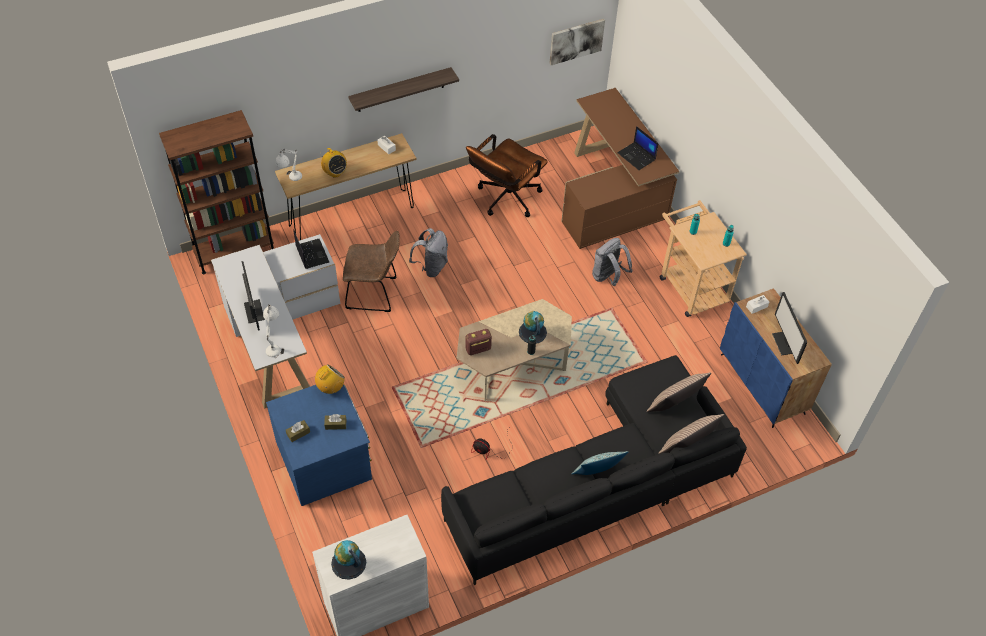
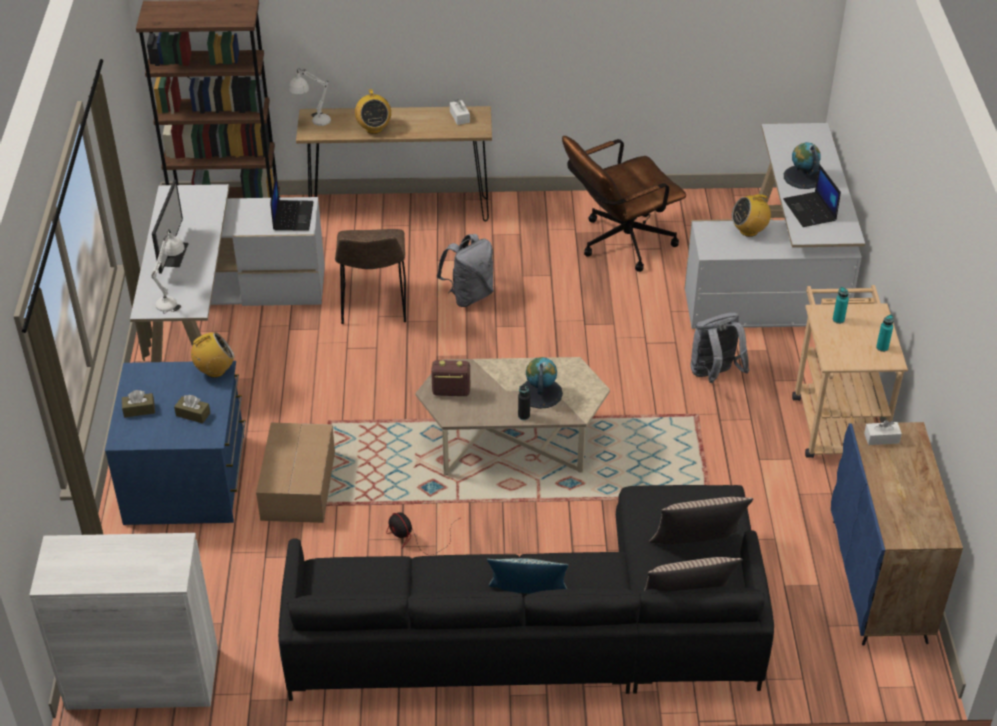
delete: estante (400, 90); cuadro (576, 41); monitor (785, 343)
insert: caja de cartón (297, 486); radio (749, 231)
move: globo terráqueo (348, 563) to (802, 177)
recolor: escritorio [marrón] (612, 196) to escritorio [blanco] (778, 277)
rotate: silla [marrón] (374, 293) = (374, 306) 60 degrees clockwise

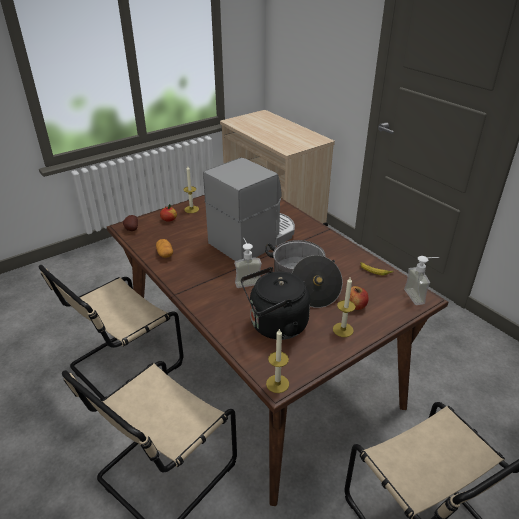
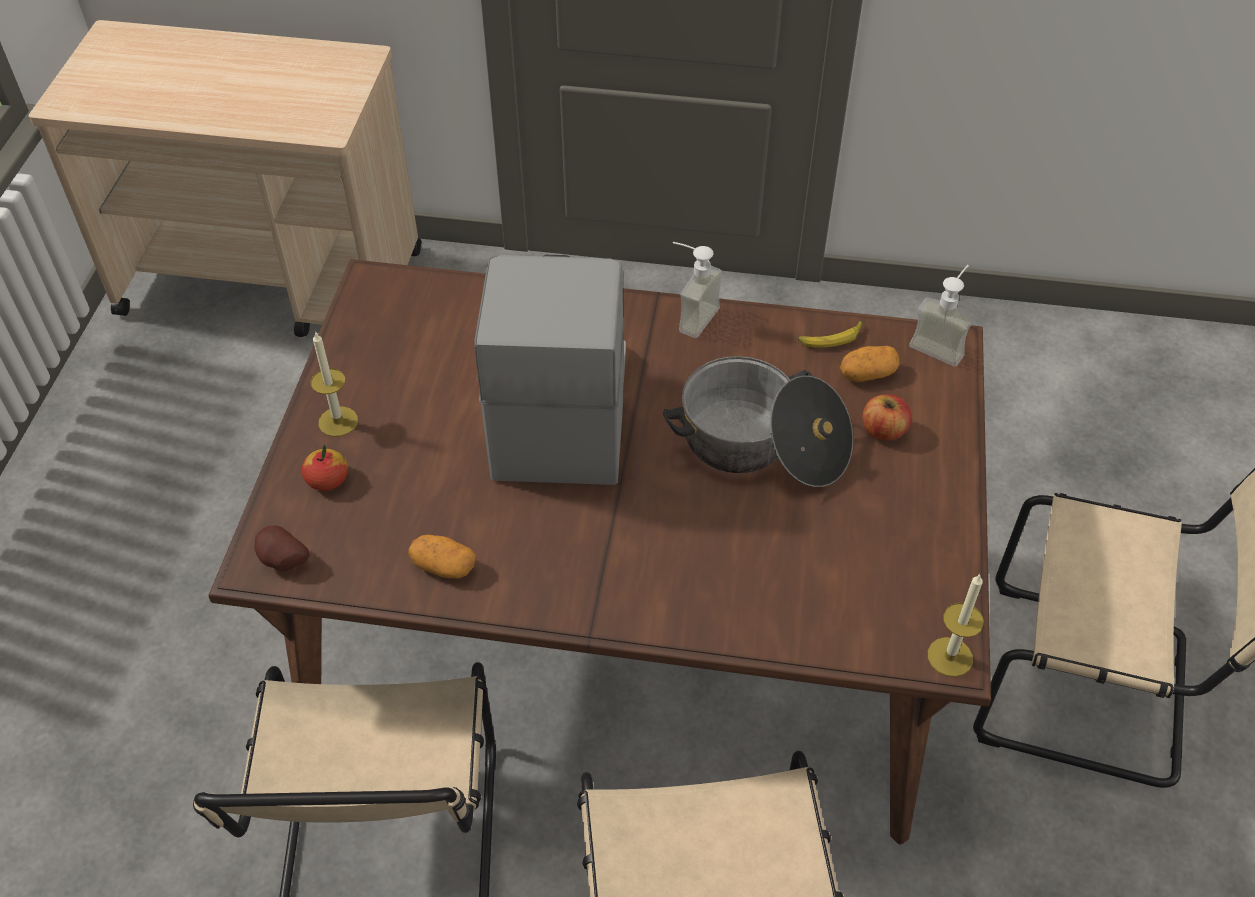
delete: hervidor [negro] (275, 326); vela (343, 330)
insert: patata (867, 374)
move: dispensador de jabón (246, 280) to (689, 316)

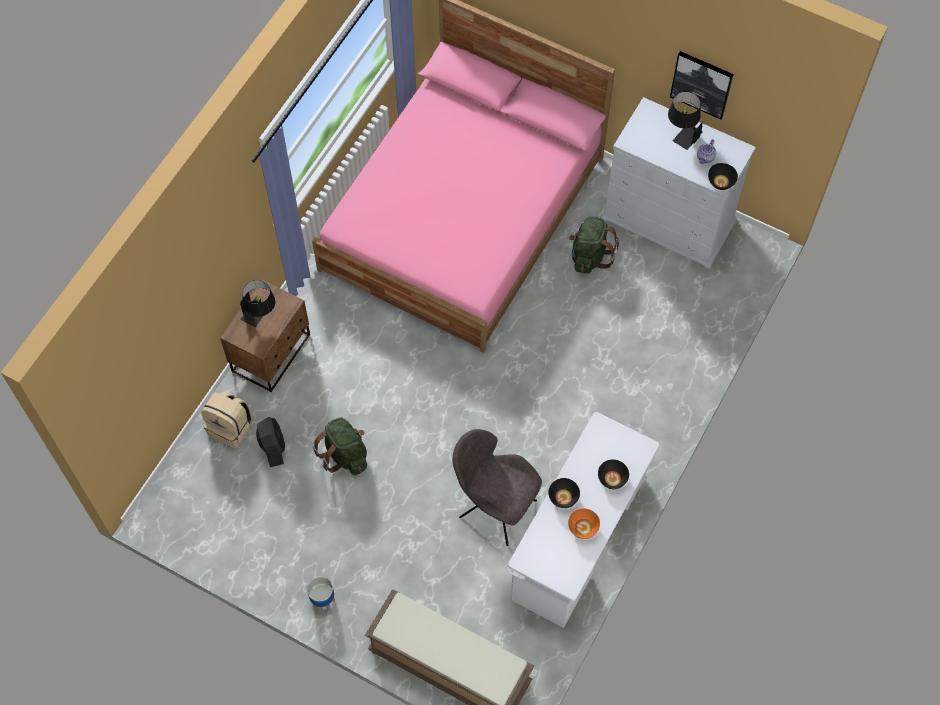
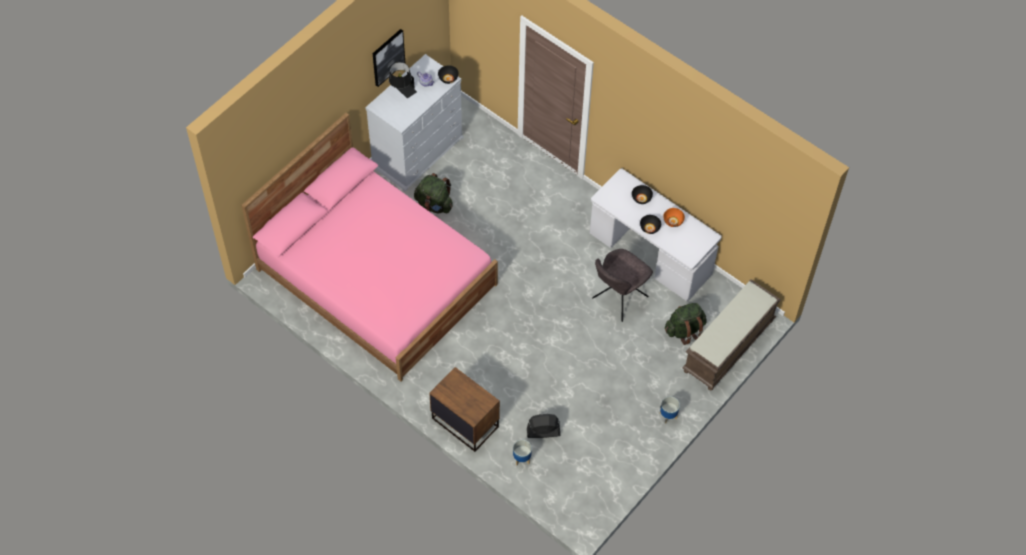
delete: lámpara de mesa [negro] (260, 315)
move: mochila [verde] (344, 454) to (684, 330)
replace: mochila [beis] (231, 427) to maceta (522, 458)

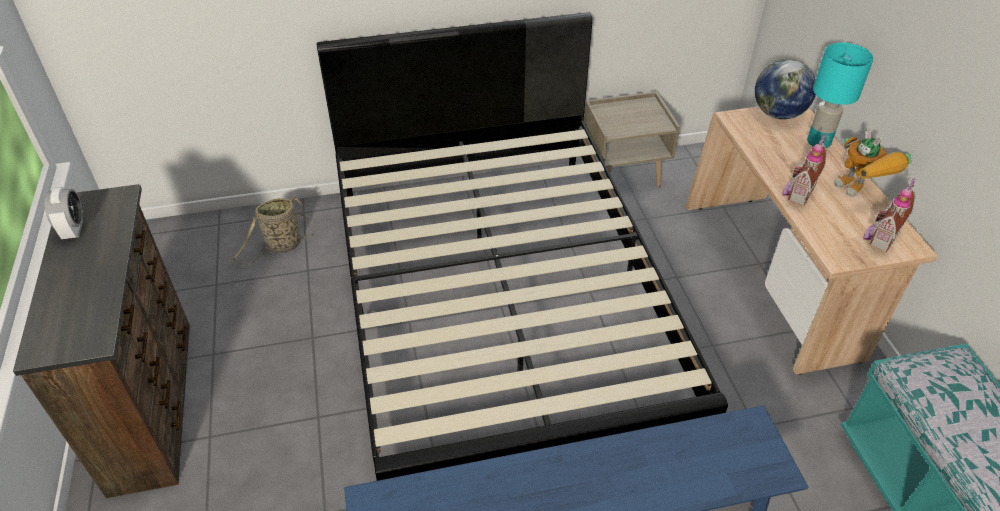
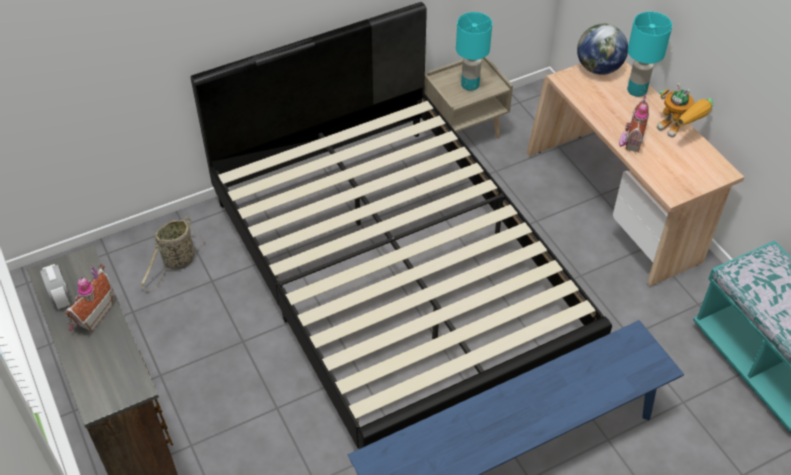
insert: lámpara de mesa [turquesa] (470, 85)
move: casita (880, 236) to (92, 315)

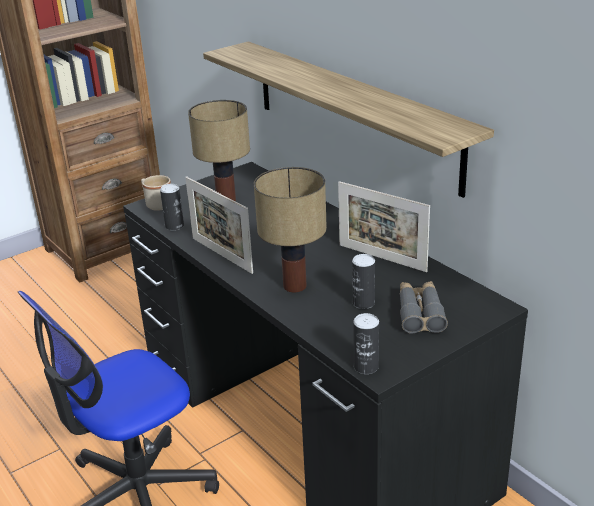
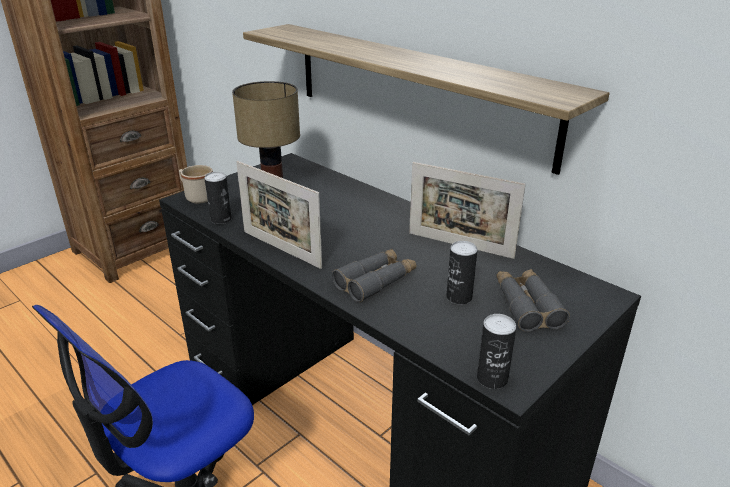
replace: lámpara de mesa (296, 286) to prismáticos [gris] (375, 281)

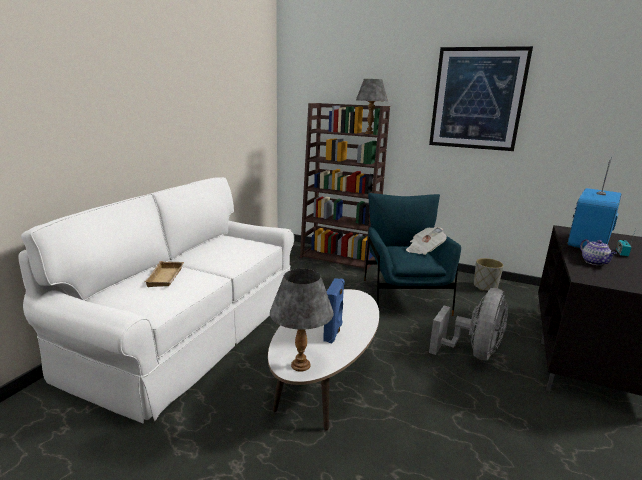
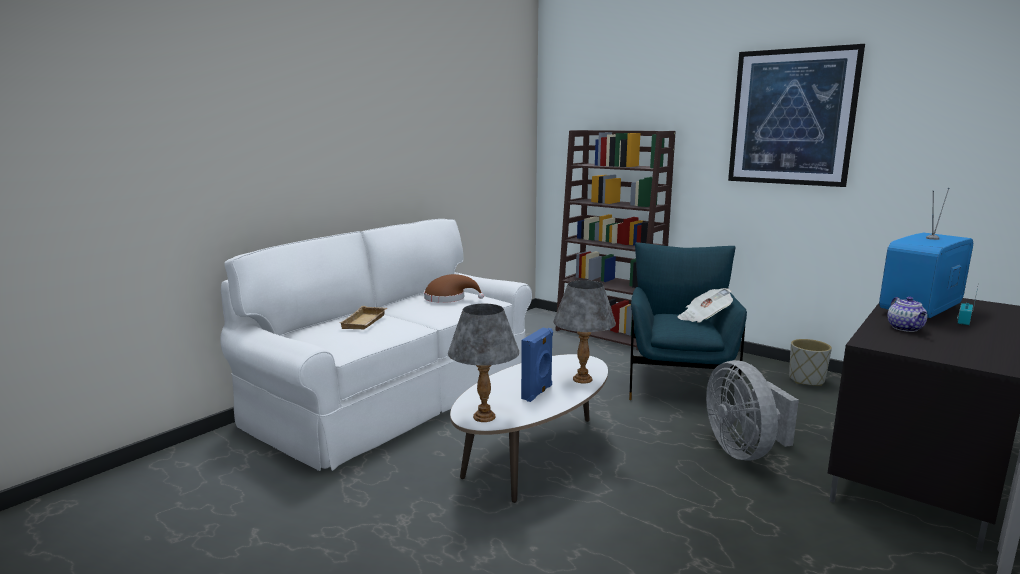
insert: sombrero [marrón] (448, 298)
move: lámpara de mesa [gris] (369, 133) to (582, 379)
rotate: ventilador [gris] (473, 352) = (744, 450) 120 degrees clockwise

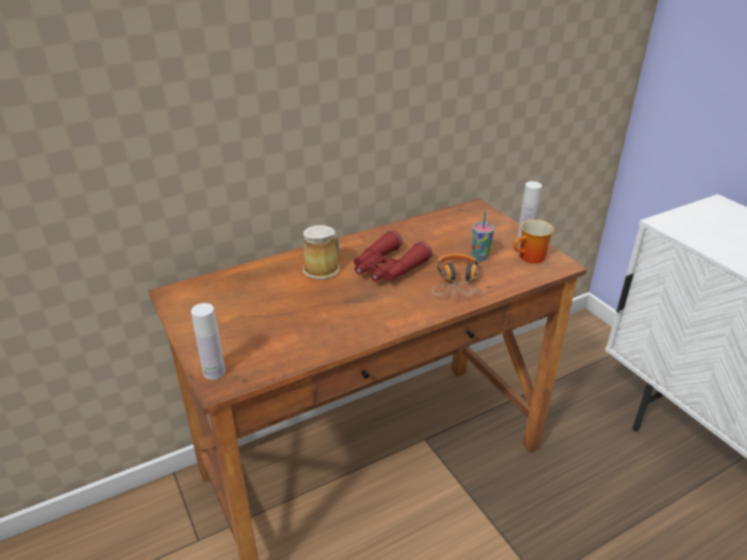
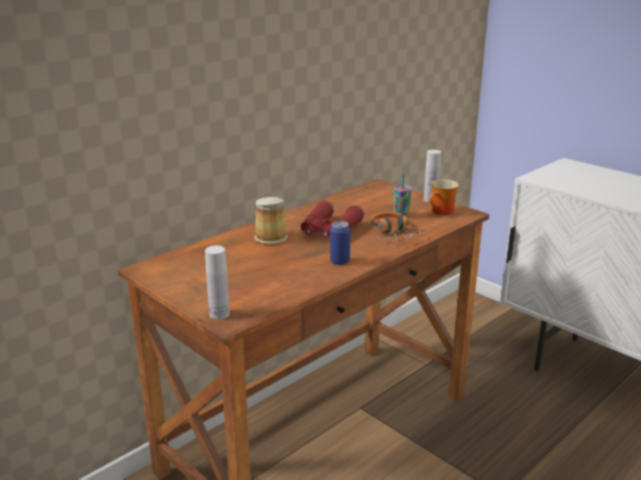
insert: lata (339, 261)

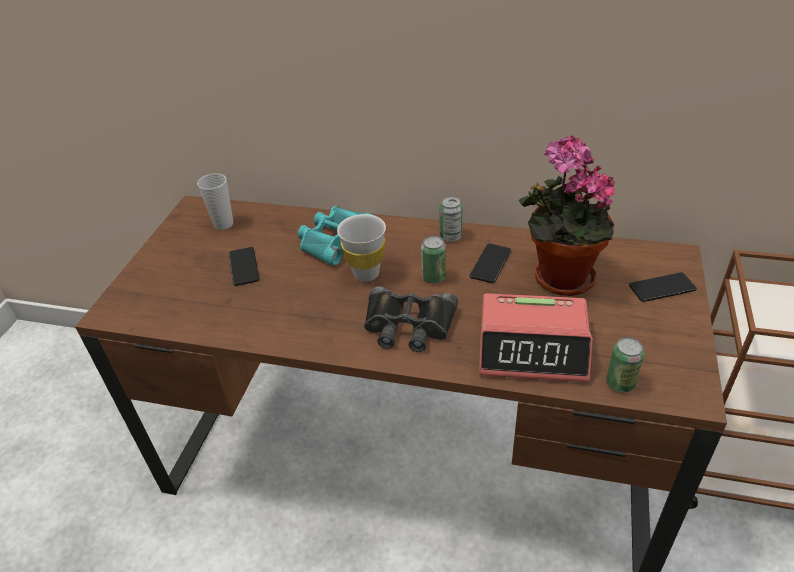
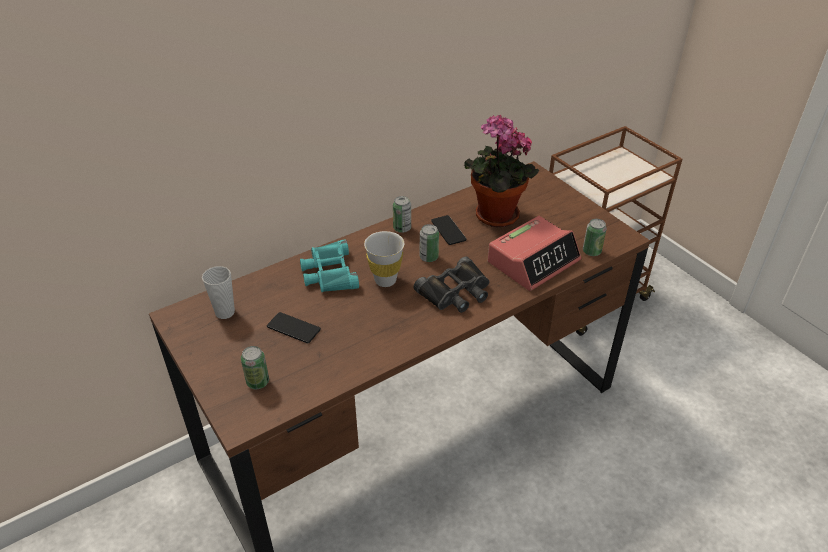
delete: móvil (662, 288)
insert: lata (258, 382)

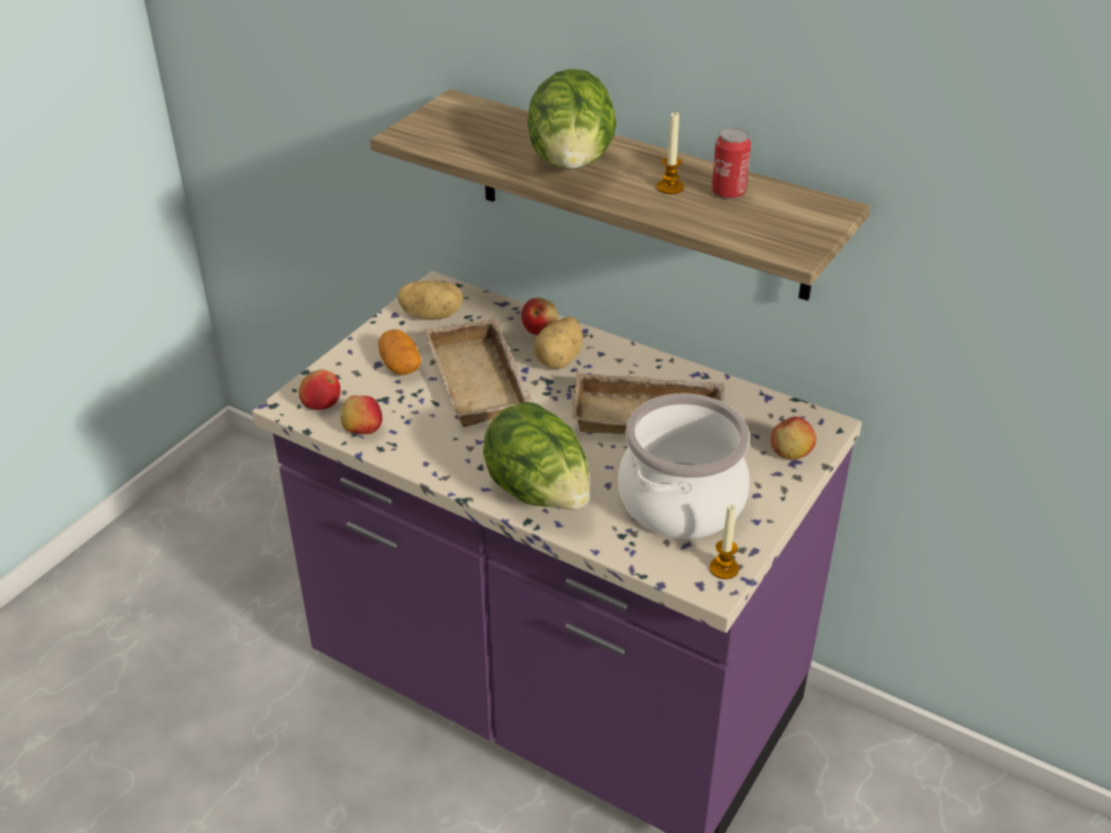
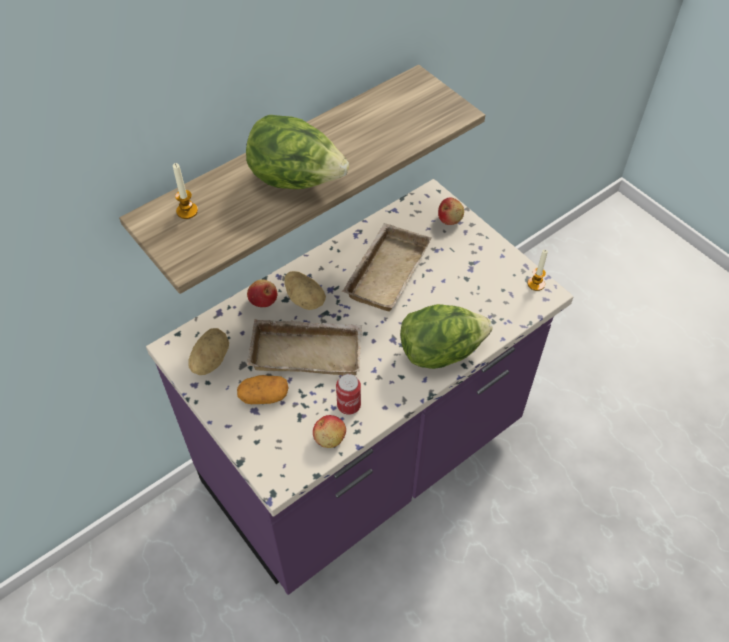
delete: manzana (321, 403); olla (682, 502)
move: vela (670, 187) to (187, 211); lata (728, 192) to (349, 405)

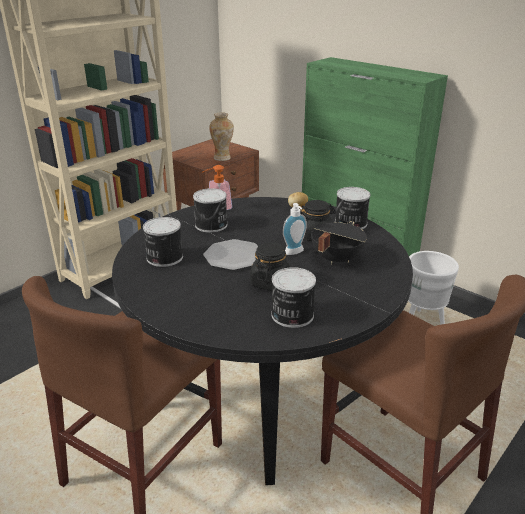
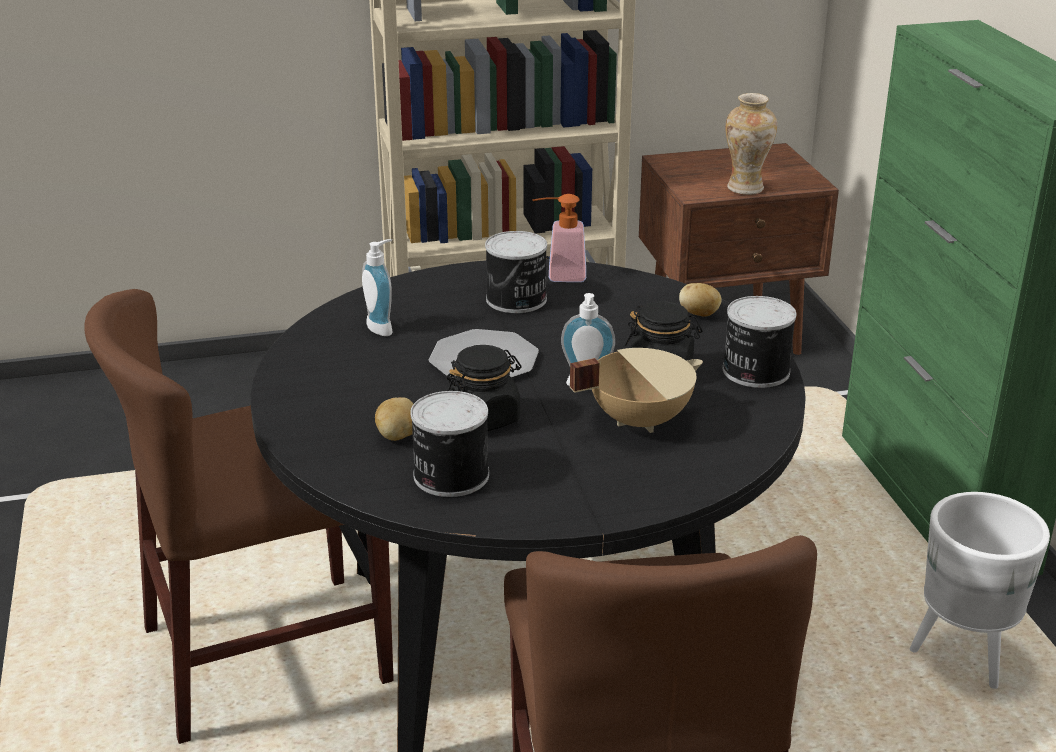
insert: patata (398, 436)
replace: lata (163, 257) to dispensador de jabón (383, 327)
recolor: olla [negro] (335, 258) to olla [beis] (638, 419)

